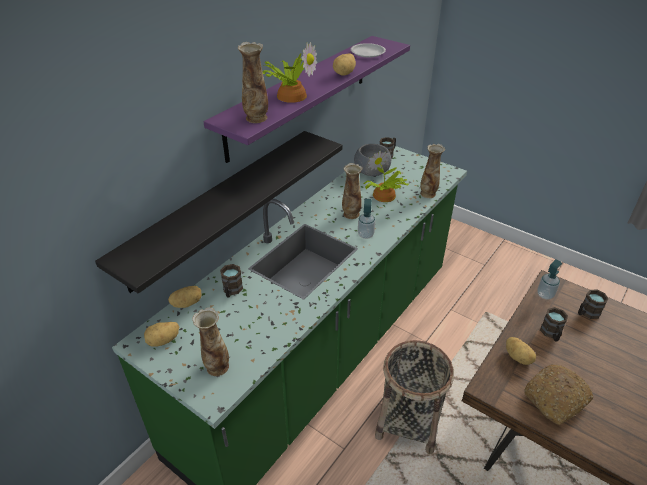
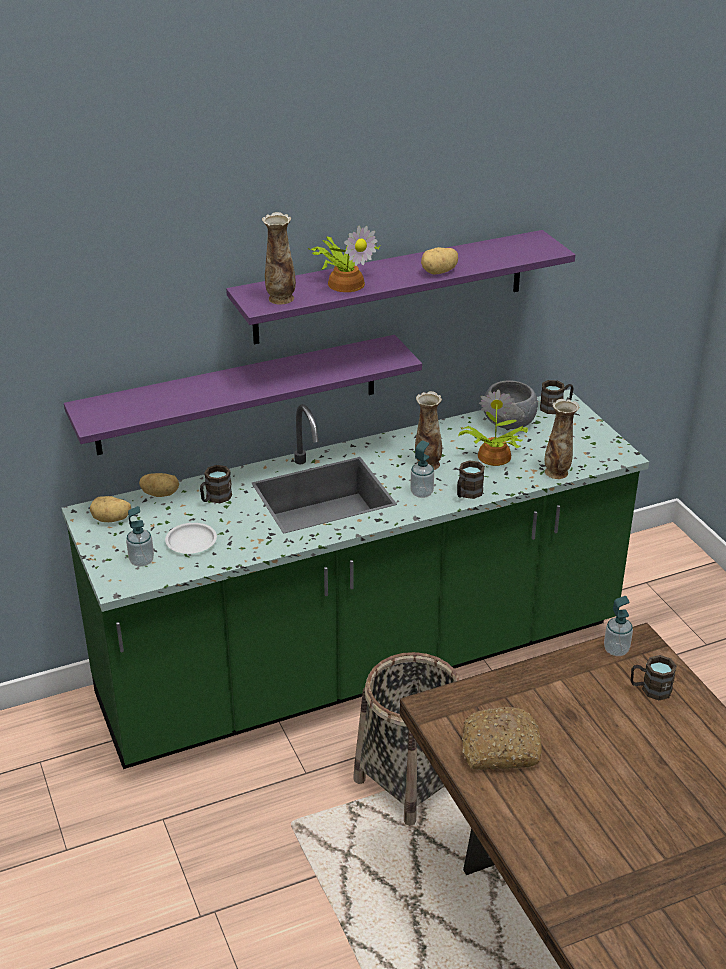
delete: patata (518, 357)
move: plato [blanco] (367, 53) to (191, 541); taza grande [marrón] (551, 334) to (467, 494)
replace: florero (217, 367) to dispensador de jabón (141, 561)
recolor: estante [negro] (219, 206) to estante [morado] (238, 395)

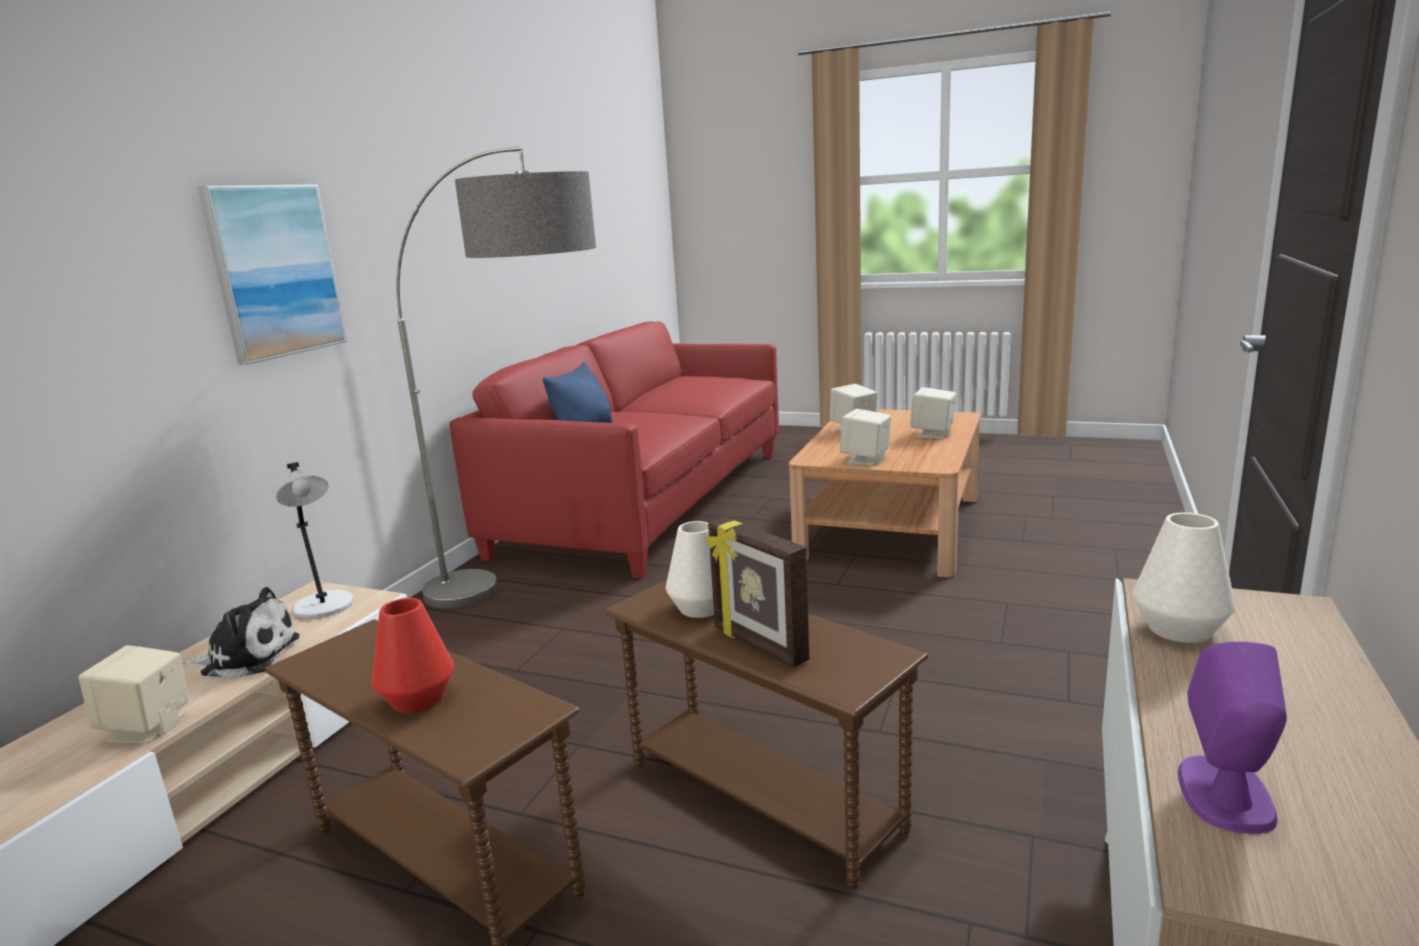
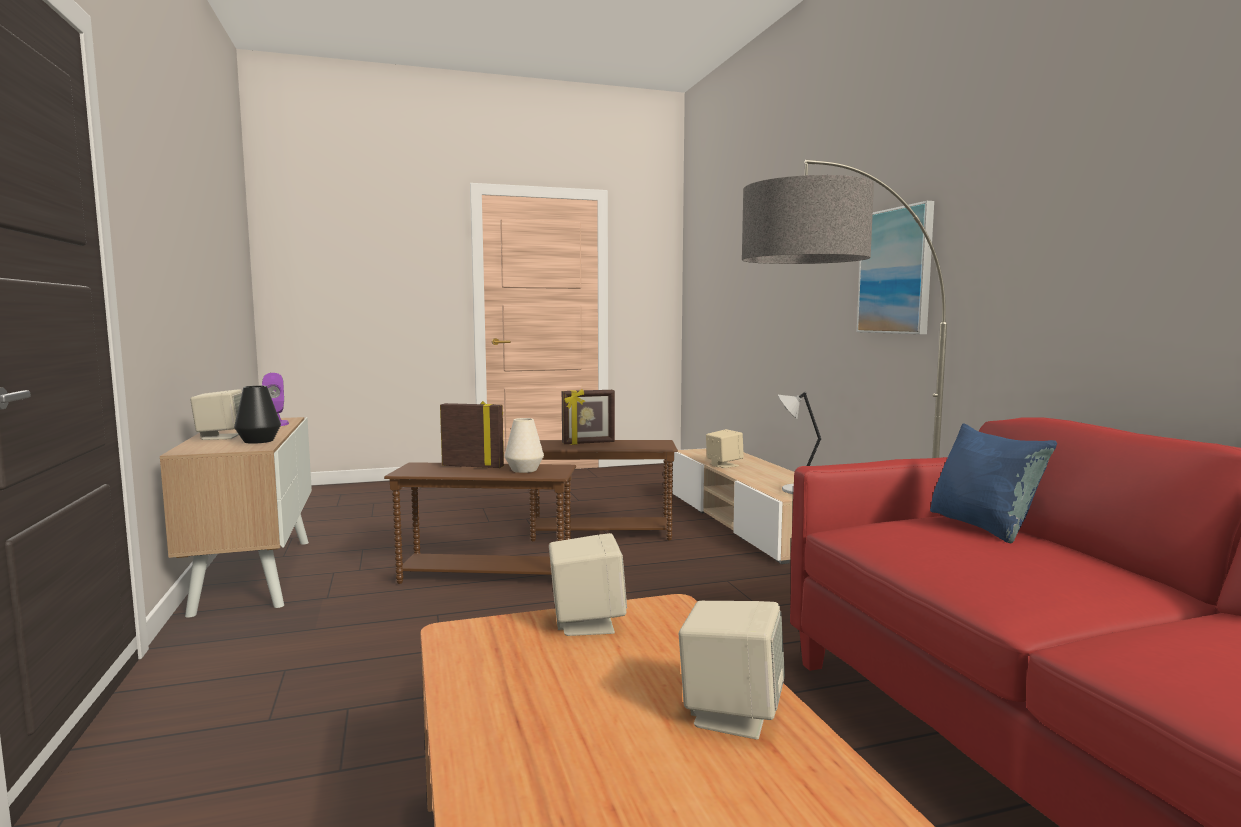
delete: peluche (247, 656)
move: altavoz [beis] (933, 434) to (220, 437)
replace: florero [rojo] (417, 699) to portarretratos (588, 443)
recolor: florero [blanco] (1179, 629) to florero [negro] (259, 441)

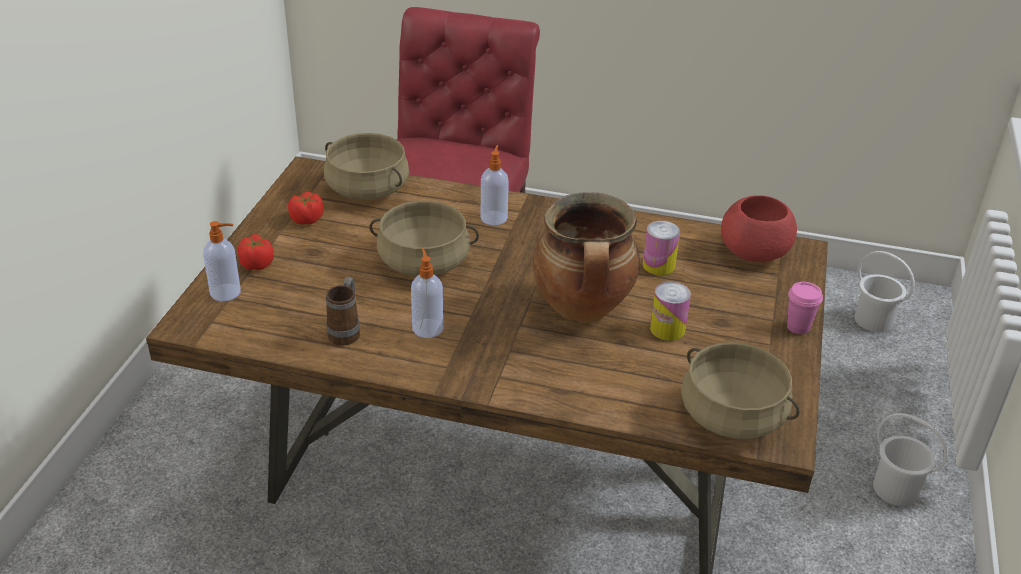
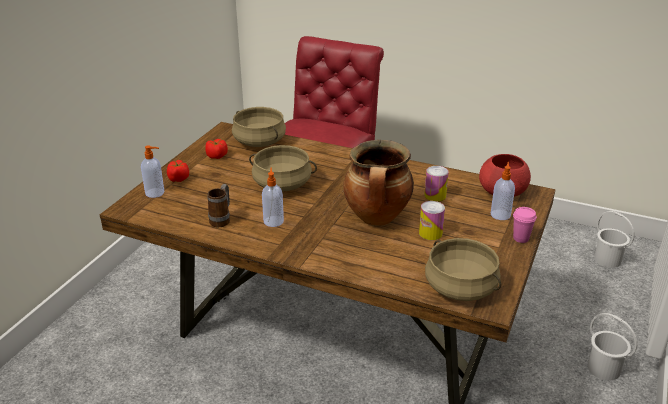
move: dispensador de jabón (494, 217) to (500, 214)

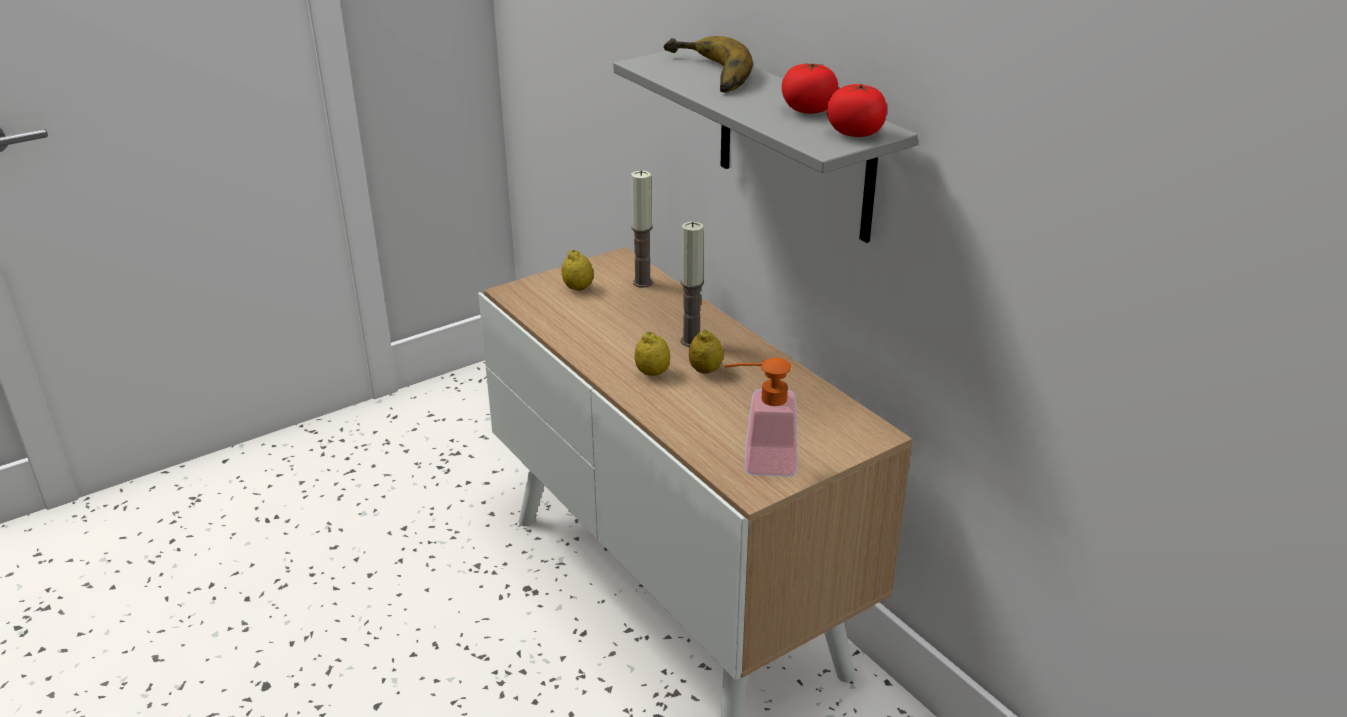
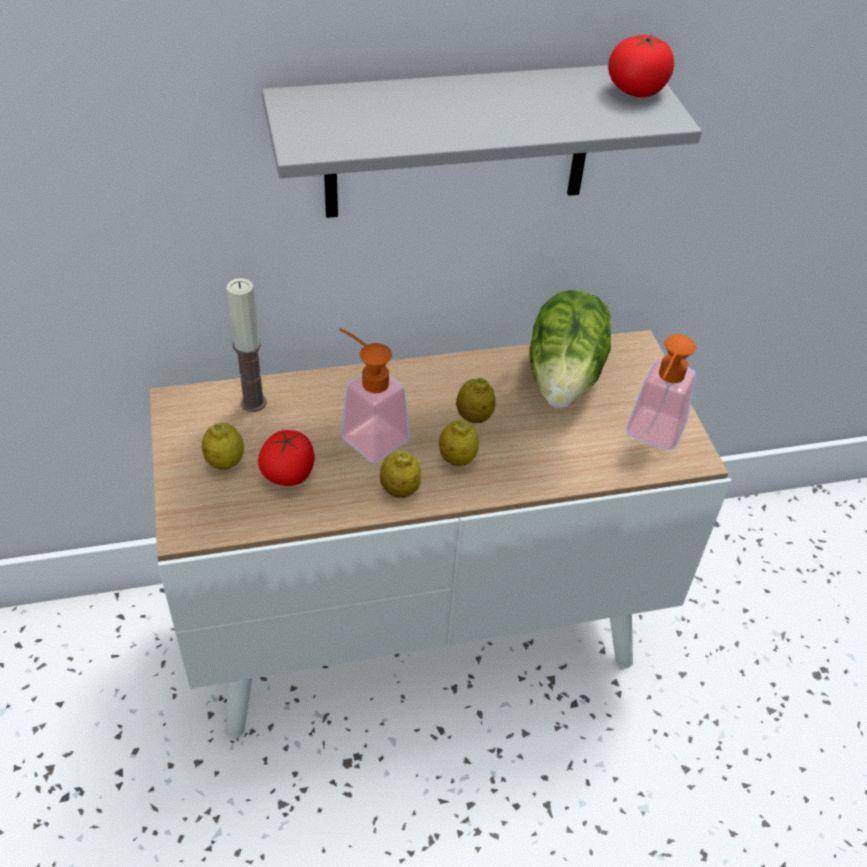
delete: plátano (703, 74); vela (691, 341)
insert: dispensador de jabón (367, 433); limón (400, 490); lechuga (566, 376)
move: tomate (808, 110) to (288, 473)

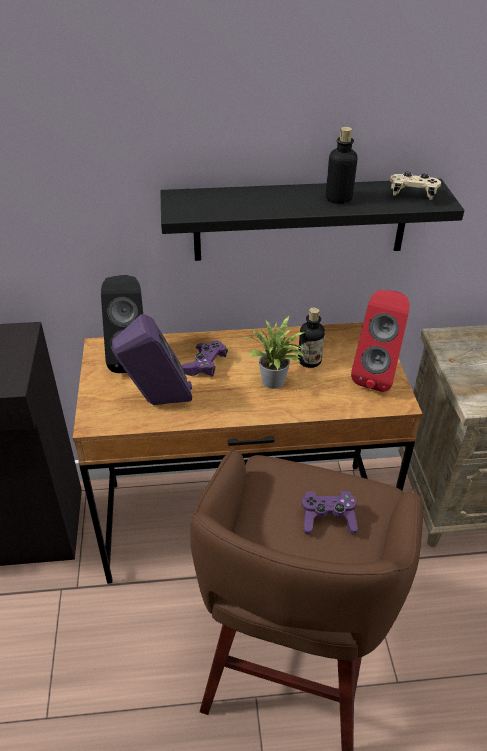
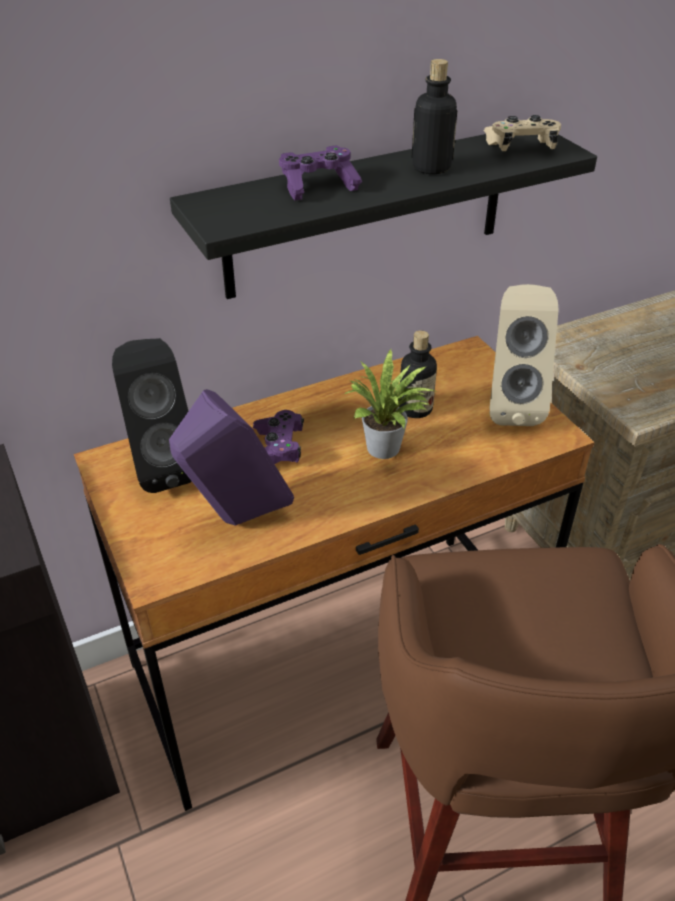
move: mando de consola [morado] (328, 519) to (318, 186)
recolor: altavoz [rojo] (376, 374) to altavoz [beis] (510, 406)

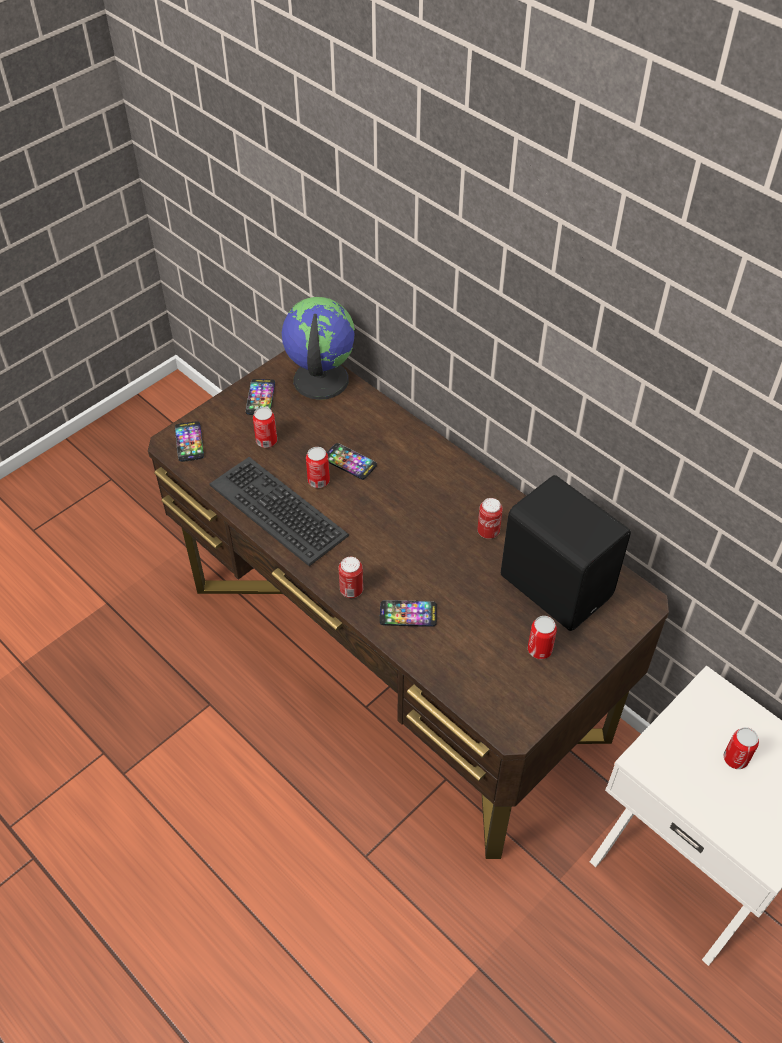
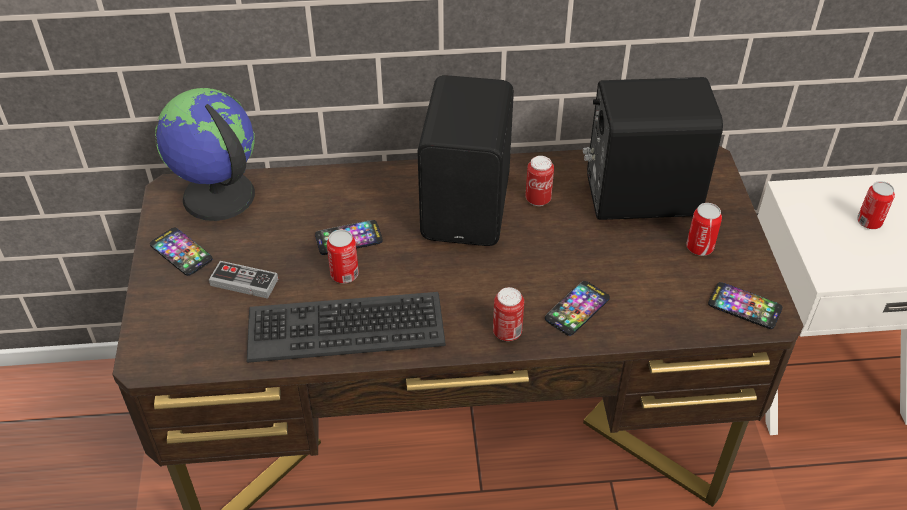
insert: altavoz [negro] (469, 207)
move: móvil (189, 442) to (744, 307)
replace: lata (266, 441) to mando de consola (244, 282)

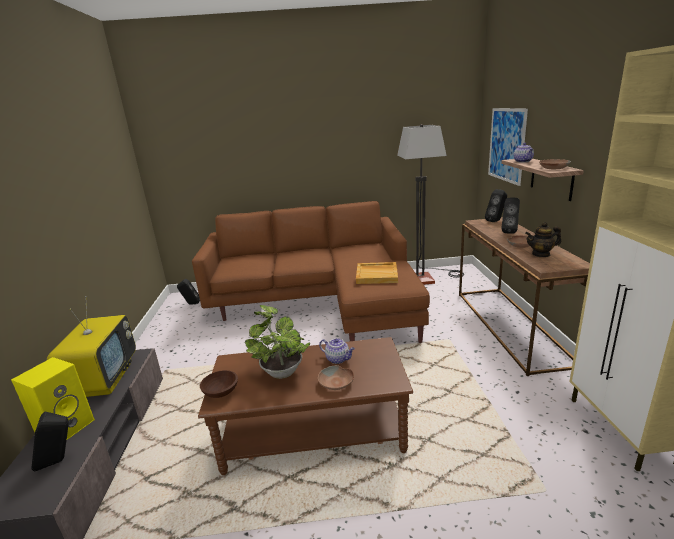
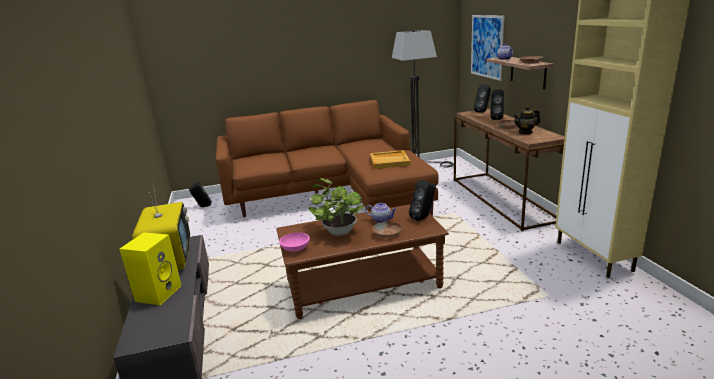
move: altavoz [negro] (59, 461) to (423, 218)
recolor: cuenco [marrón] (221, 392) to cuenco [rosa] (296, 248)

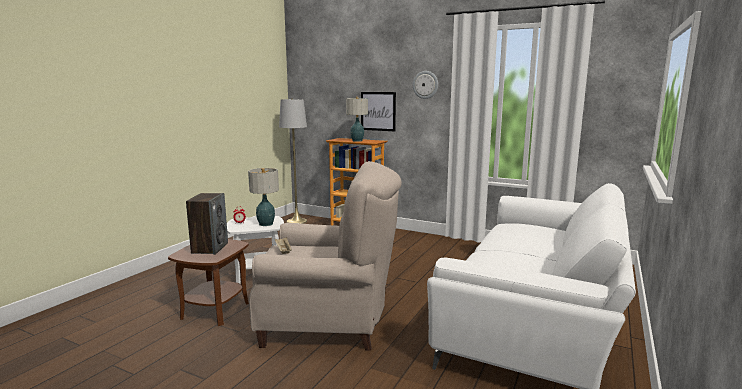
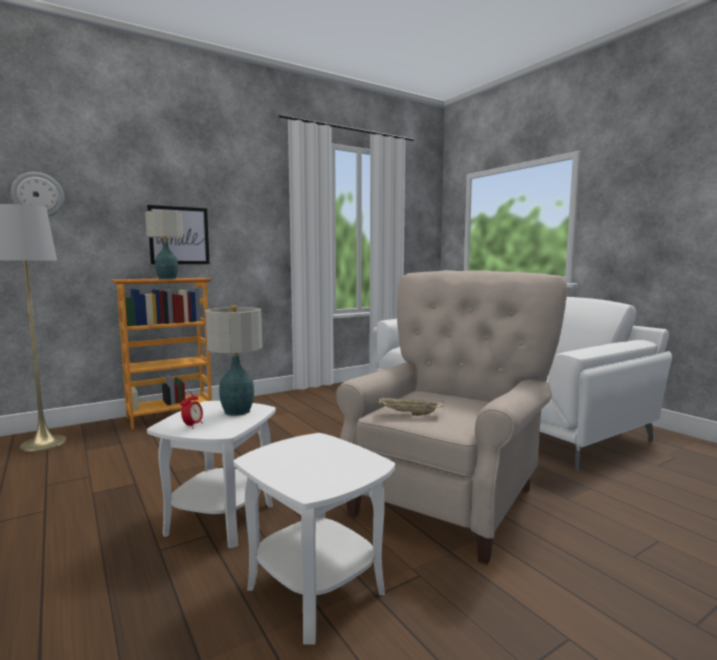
delete: altavoz (210, 248)
move: reloj de pared (425, 84) to (38, 195)
recolor: mesa auxiliar [marrón] (215, 310) to mesa auxiliar [blanco] (315, 589)

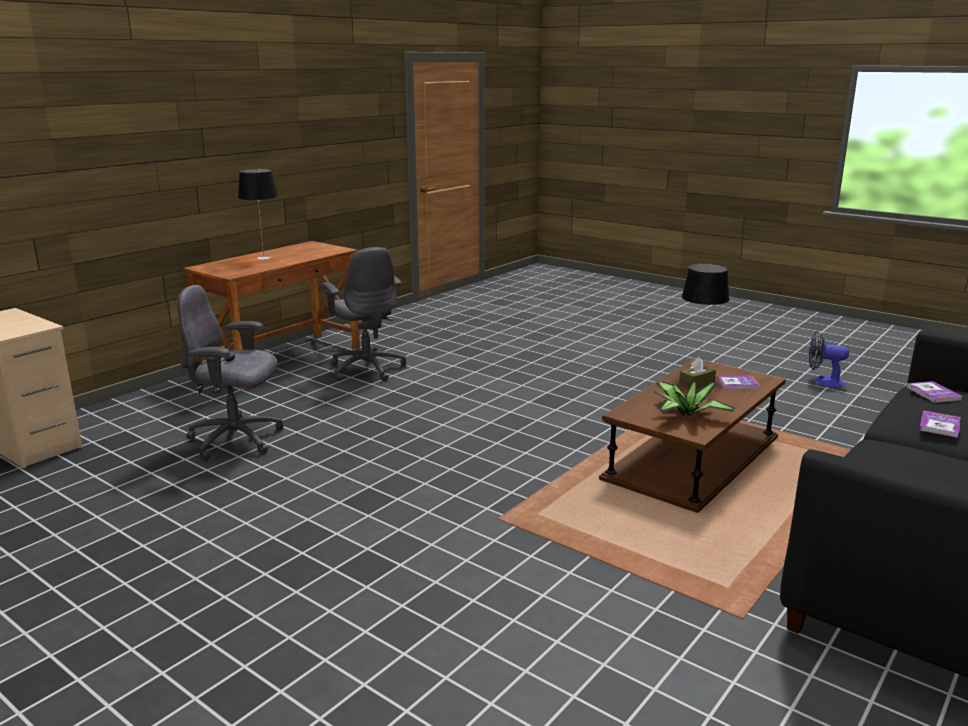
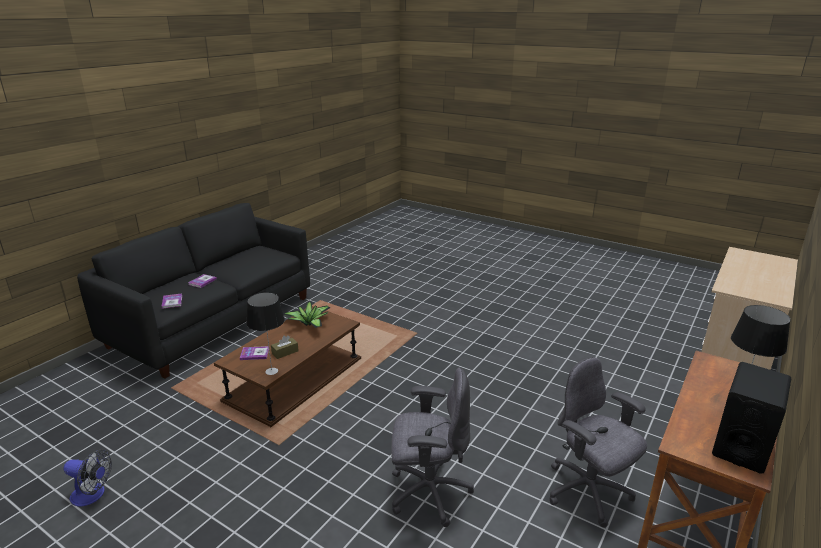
insert: altavoz [negro] (741, 446)
move: silla de oficina [gris] (237, 440) to (428, 492)

